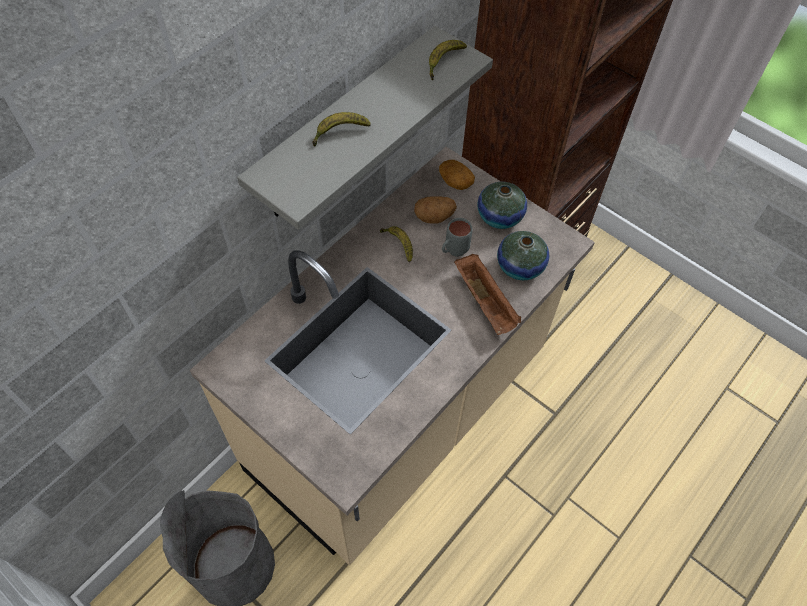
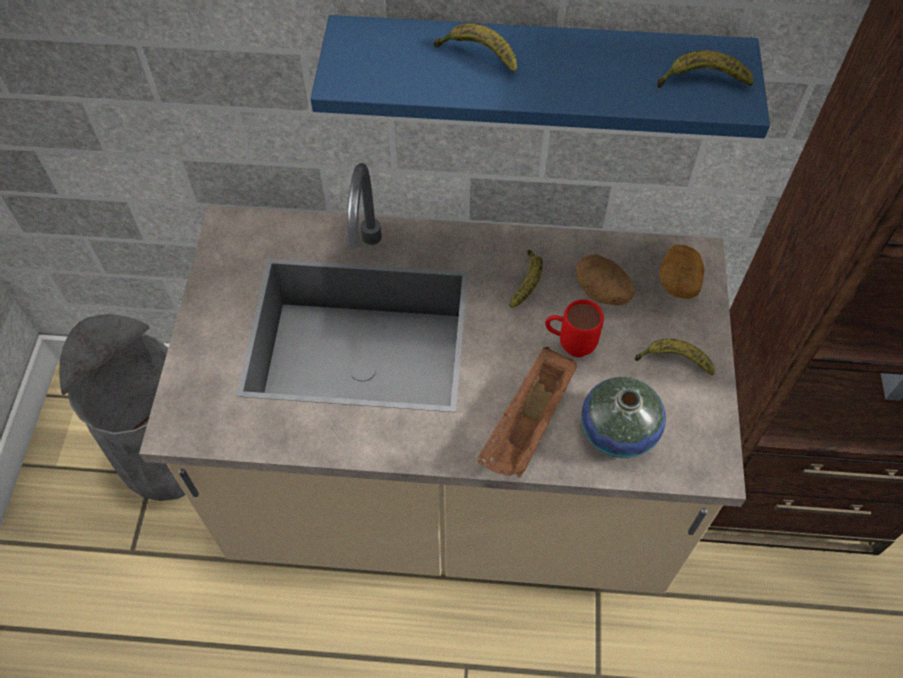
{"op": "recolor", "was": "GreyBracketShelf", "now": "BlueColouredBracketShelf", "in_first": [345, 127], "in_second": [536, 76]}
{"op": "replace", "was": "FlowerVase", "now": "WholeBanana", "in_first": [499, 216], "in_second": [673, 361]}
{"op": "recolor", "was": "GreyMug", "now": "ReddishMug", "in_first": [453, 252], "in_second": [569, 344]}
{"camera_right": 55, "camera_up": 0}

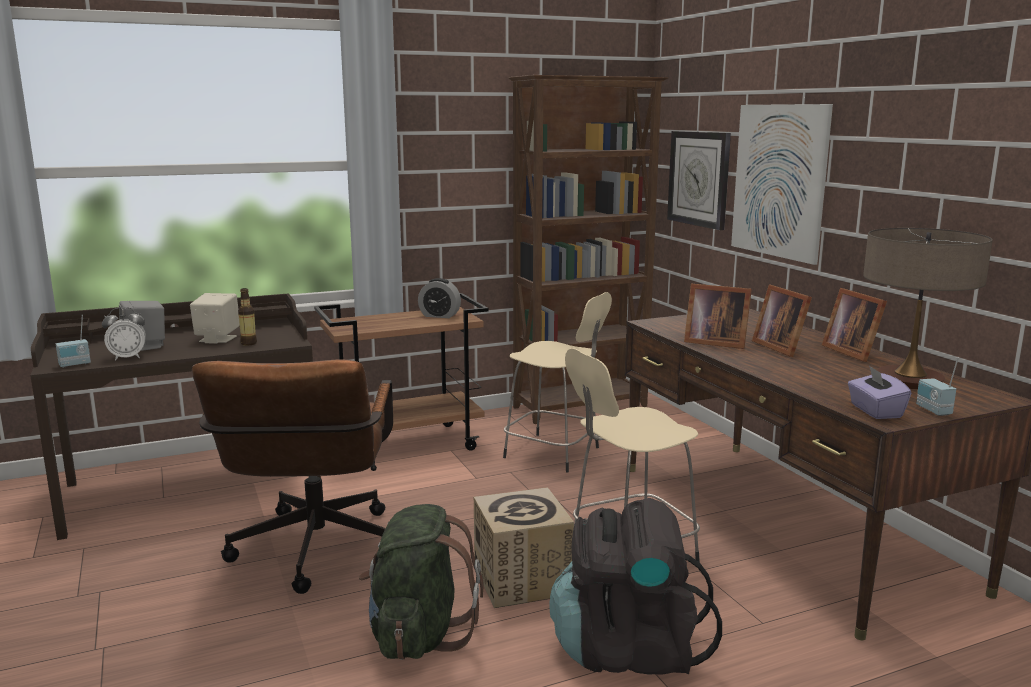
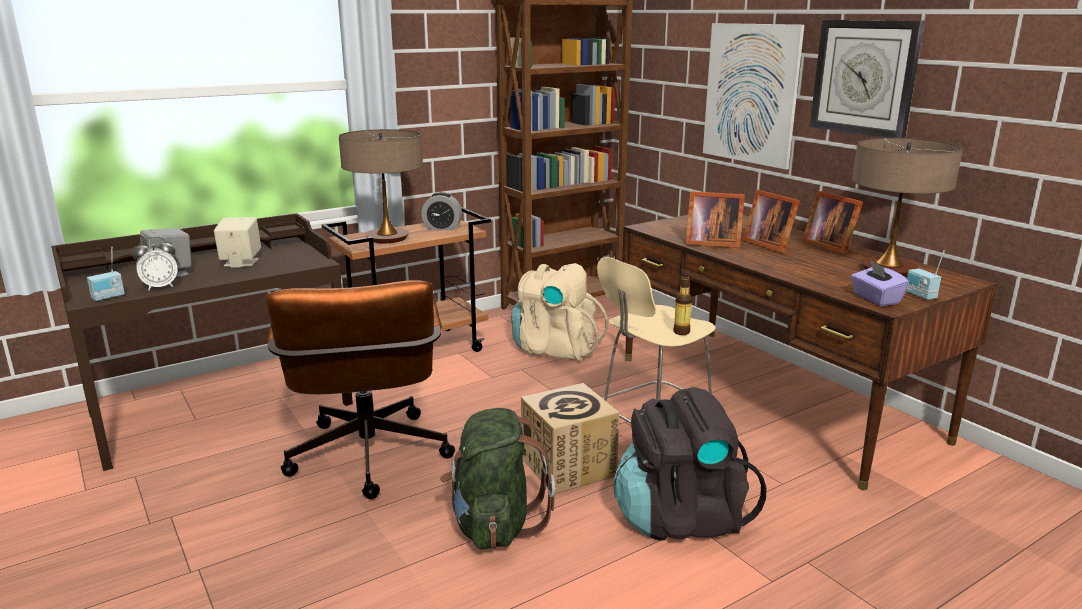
{"op": "move", "was": "HangingClock", "in_first": [699, 178], "in_second": [864, 77]}
{"op": "move", "was": "BeverageBottle", "in_first": [248, 343], "in_second": [681, 332]}
{"op": "replace", "was": "SandColouredStoolSeat", "now": "SandColouredKnapsack", "in_first": [555, 453], "in_second": [555, 349]}
{"op": "insert", "now": "TabletopLamp", "in_second": [387, 238]}
{"camera_right": -10, "camera_up": 5}

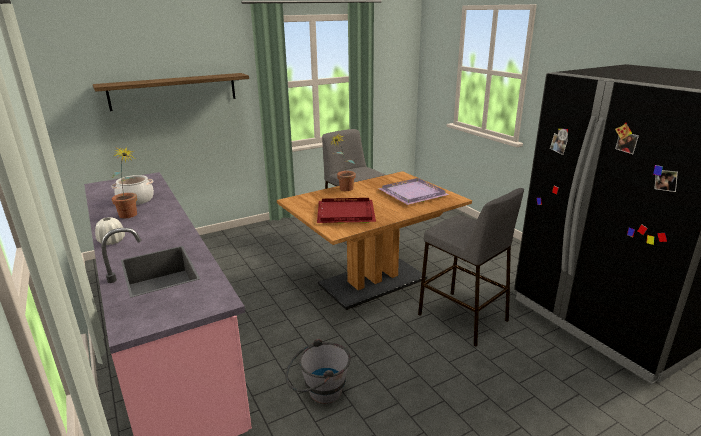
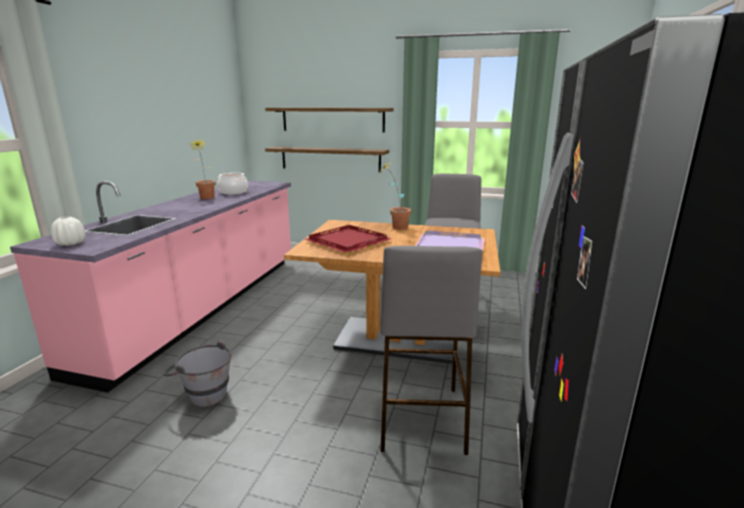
{"op": "move", "was": "WhiteFlowerVase", "in_first": [112, 241], "in_second": [70, 243]}
{"op": "insert", "now": "BracketShelf", "in_second": [330, 159]}
{"camera_right": 45, "camera_up": -5}

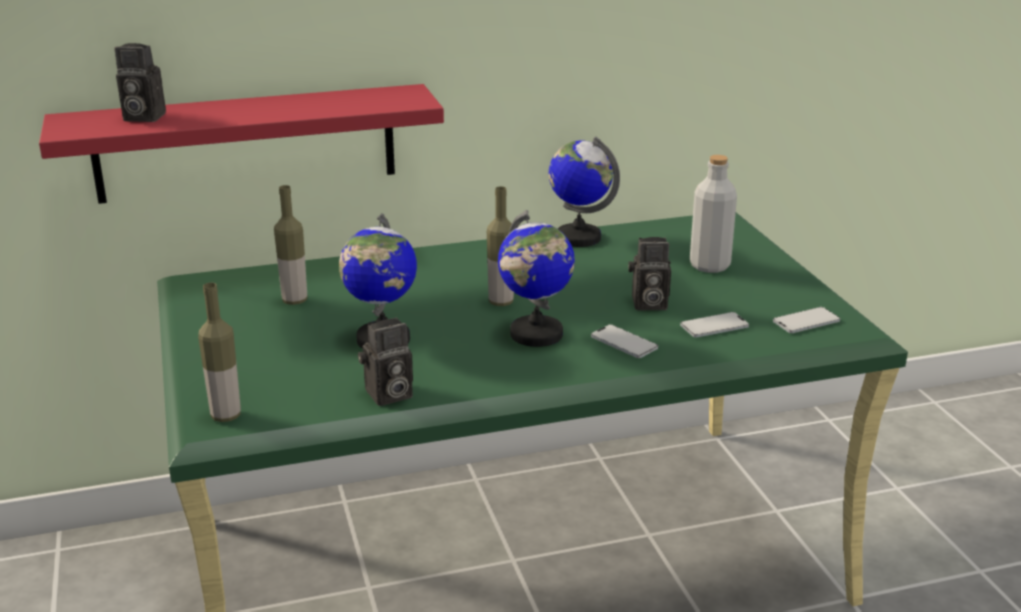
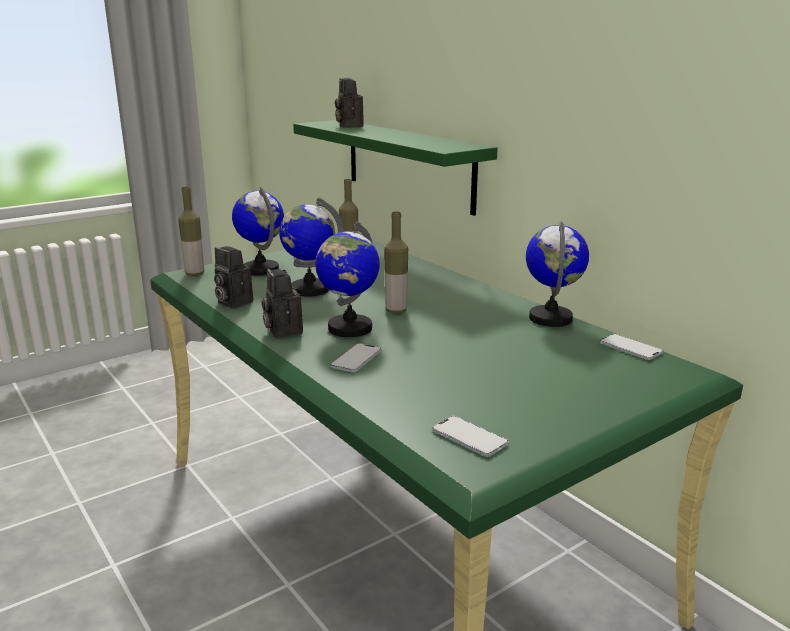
{"op": "recolor", "was": "ReddishBracketShelf", "now": "GreenColouredBracketShelf", "in_first": [246, 143], "in_second": [408, 164]}
{"op": "delete", "was": "GreyBeverageBottle", "in_first": [709, 265]}
{"op": "move", "was": "PhotoCamera", "in_first": [647, 304], "in_second": [282, 331]}
{"op": "move", "was": "Handset", "in_first": [714, 326], "in_second": [630, 348]}
{"op": "insert", "now": "WorldGlobe", "in_second": [261, 270]}
{"camera_right": 70, "camera_up": -5}

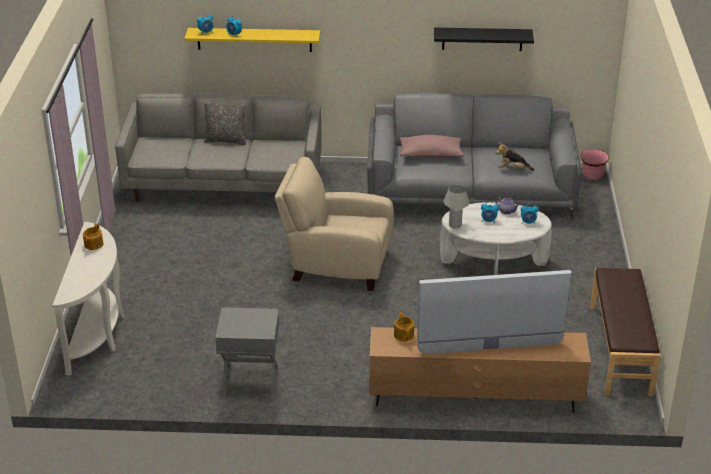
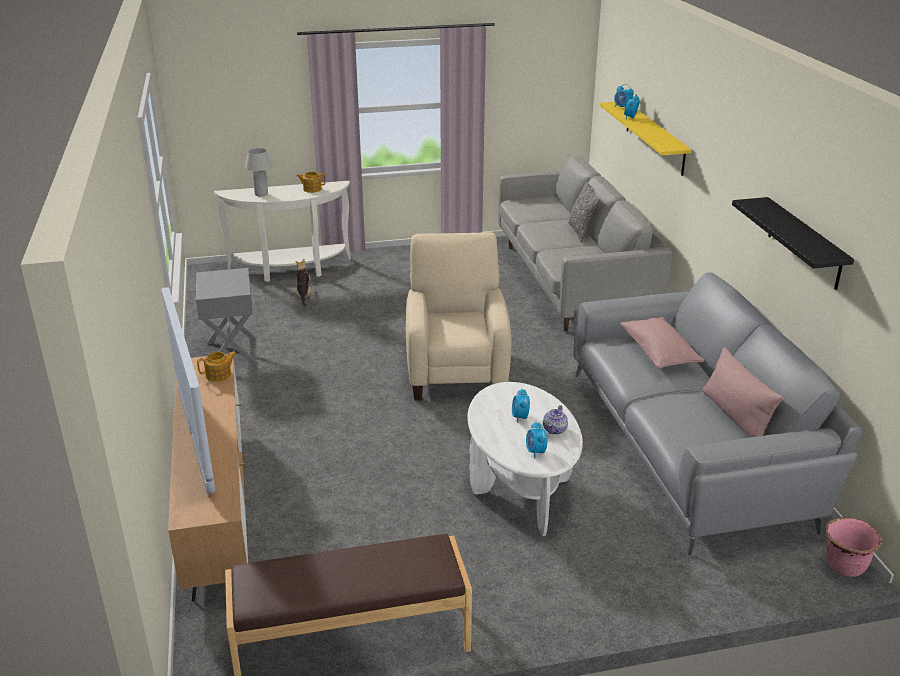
{"op": "move", "was": "CuddlyToy", "in_first": [513, 169], "in_second": [304, 296]}
{"op": "move", "was": "WhiteTabletopLamp", "in_first": [455, 225], "in_second": [261, 194]}
{"op": "insert", "now": "PinkColouredThrowPillow", "in_second": [735, 416]}
{"camera_right": 75, "camera_up": -5}

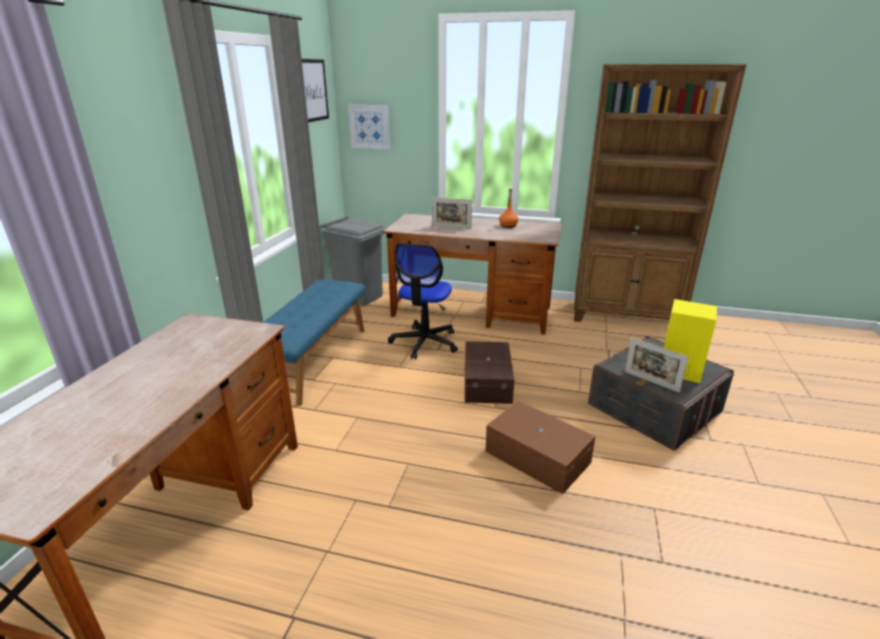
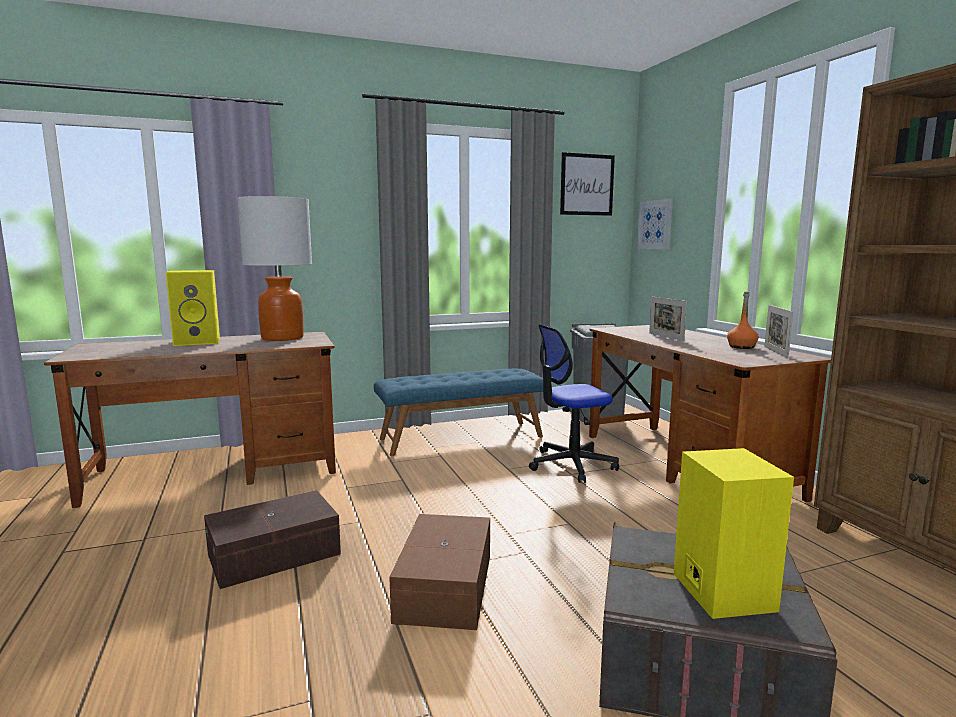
{"op": "move", "was": "PhotoFrame", "in_first": [651, 381], "in_second": [775, 352]}
{"op": "move", "was": "BrownishStorageBin", "in_first": [488, 382], "in_second": [276, 555]}
{"op": "insert", "now": "TabletopLamp", "in_second": [282, 338]}
{"op": "insert", "now": "YellowLoudspeaker", "in_second": [198, 341]}
{"camera_right": 55, "camera_up": -15}

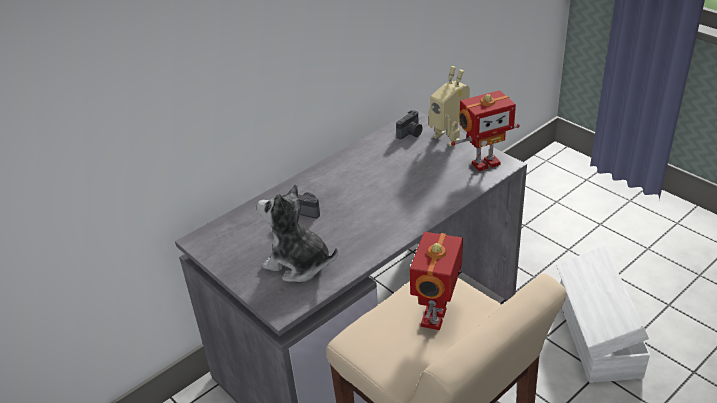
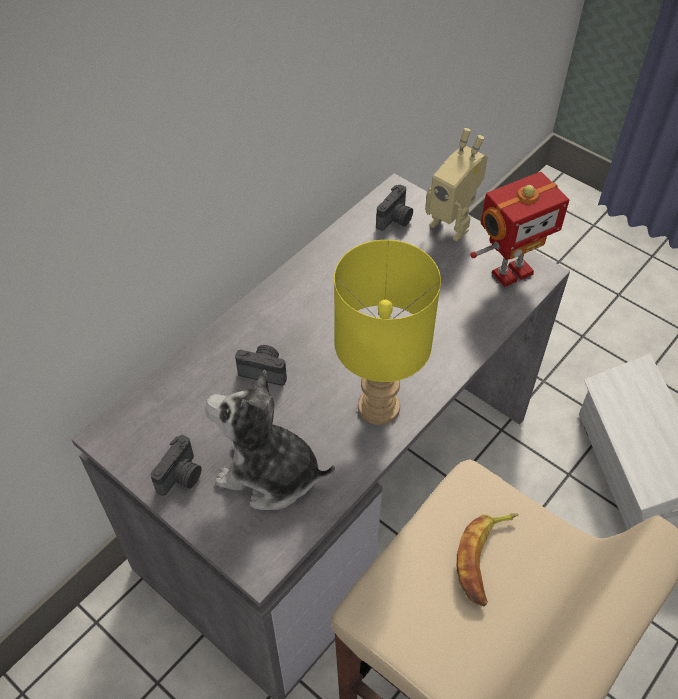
{"op": "replace", "was": "ModelRobot", "now": "WholeBanana", "in_first": [436, 318], "in_second": [485, 559]}
{"op": "insert", "now": "YellowTabletopLamp", "in_second": [380, 408]}
{"op": "insert", "now": "PhotoCamera", "in_second": [181, 476]}
{"camera_right": -10, "camera_up": 15}

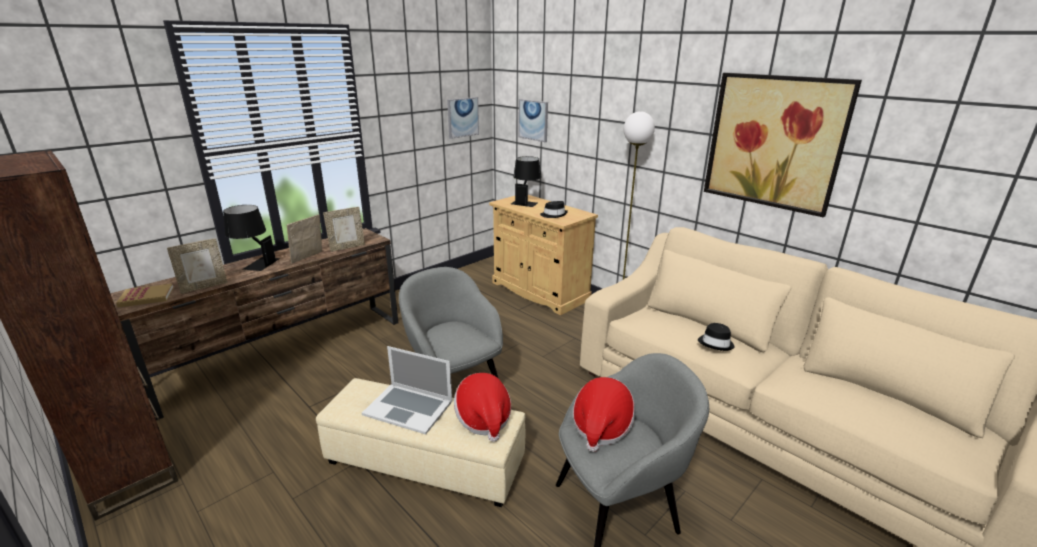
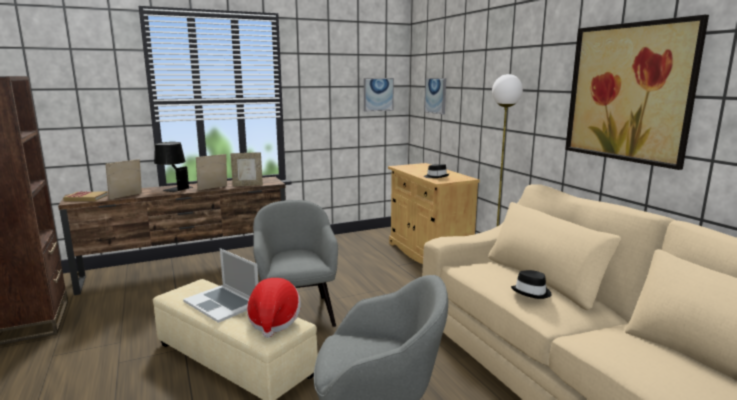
{"op": "delete", "was": "BlackColouredTabletopLamp", "in_first": [526, 202]}
{"op": "rotate", "was": "PhotoFrame", "in_first": [204, 287], "in_second": [126, 196], "clockwise": 150}
{"op": "delete", "was": "ClothingHat", "in_first": [601, 427]}
{"camera_right": 20, "camera_up": -10}

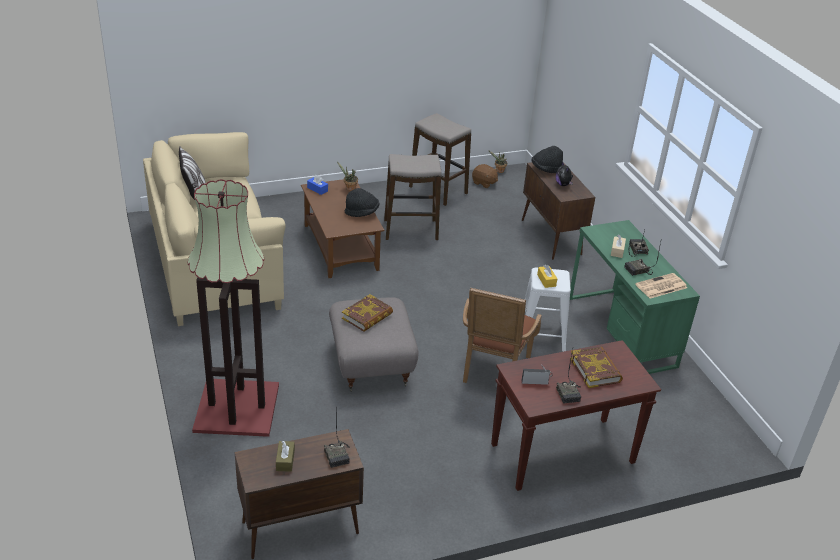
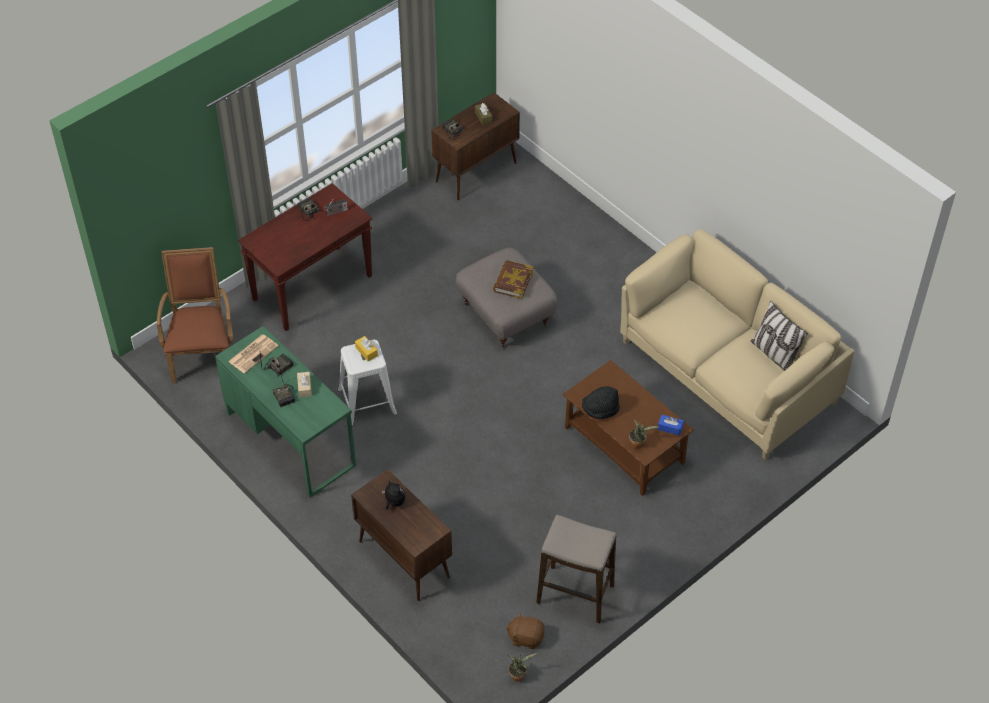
{"op": "delete", "was": "BlackColouredClothingHat", "in_first": [546, 169]}
{"op": "delete", "was": "StoolSeat", "in_first": [410, 230]}
{"op": "delete", "was": "FloorLamp", "in_first": [236, 407]}
{"op": "move", "was": "BrownishLoungeChair", "in_first": [493, 371], "in_second": [202, 353]}
{"op": "delete", "was": "Volume", "in_first": [595, 370]}
{"camera_right": 160, "camera_up": 15}

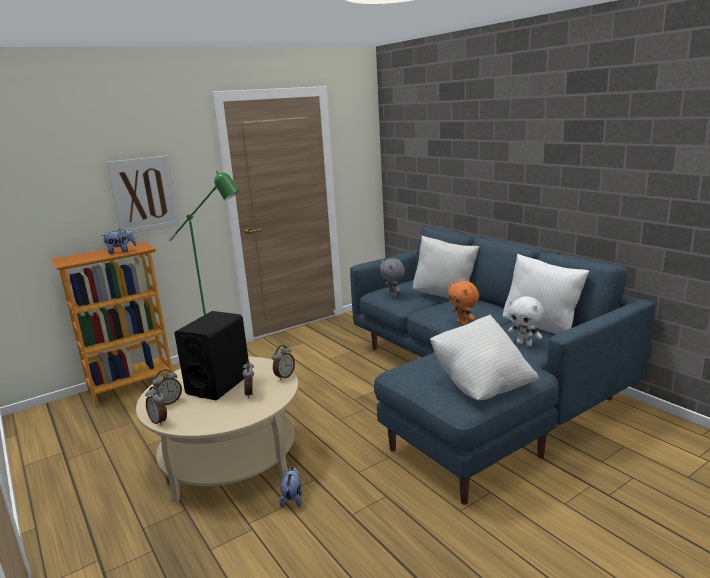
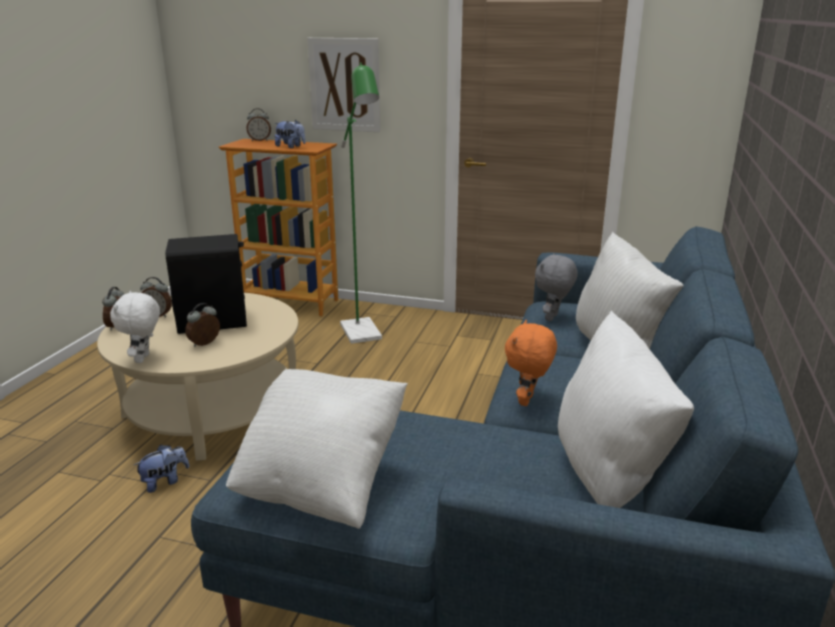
{"op": "move", "was": "WhiteCuddlyToy", "in_first": [524, 344], "in_second": [143, 359]}
{"op": "move", "was": "AlarmClock", "in_first": [284, 376], "in_second": [260, 140]}
{"camera_right": 50, "camera_up": 5}

